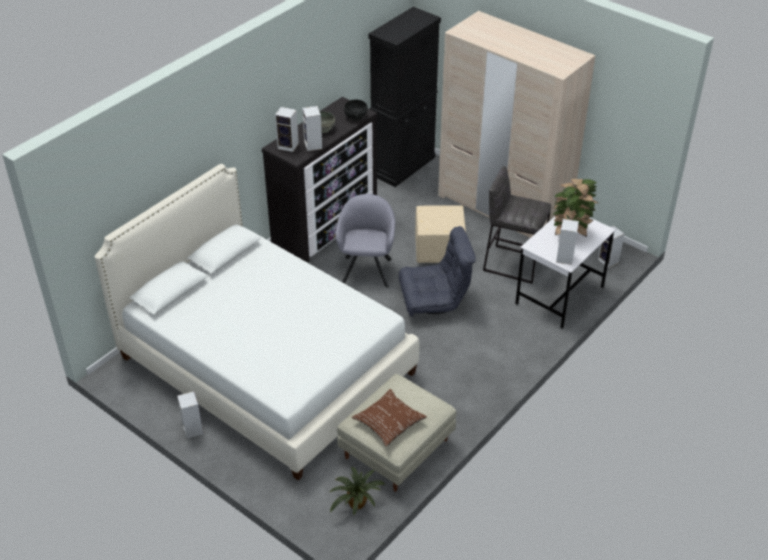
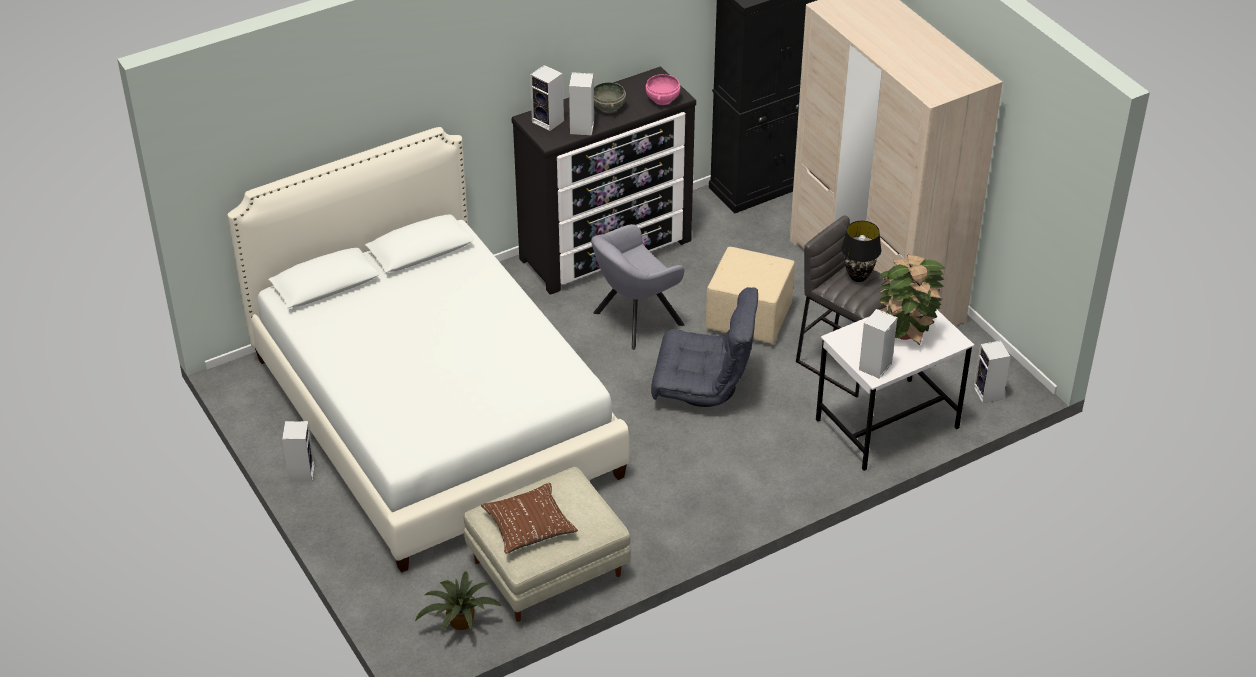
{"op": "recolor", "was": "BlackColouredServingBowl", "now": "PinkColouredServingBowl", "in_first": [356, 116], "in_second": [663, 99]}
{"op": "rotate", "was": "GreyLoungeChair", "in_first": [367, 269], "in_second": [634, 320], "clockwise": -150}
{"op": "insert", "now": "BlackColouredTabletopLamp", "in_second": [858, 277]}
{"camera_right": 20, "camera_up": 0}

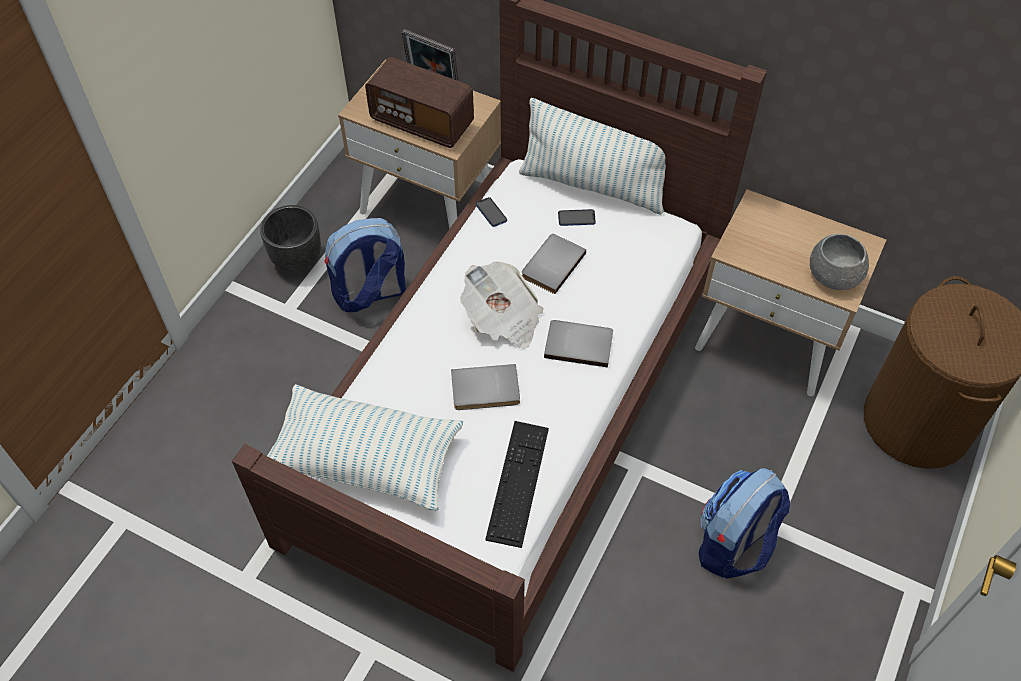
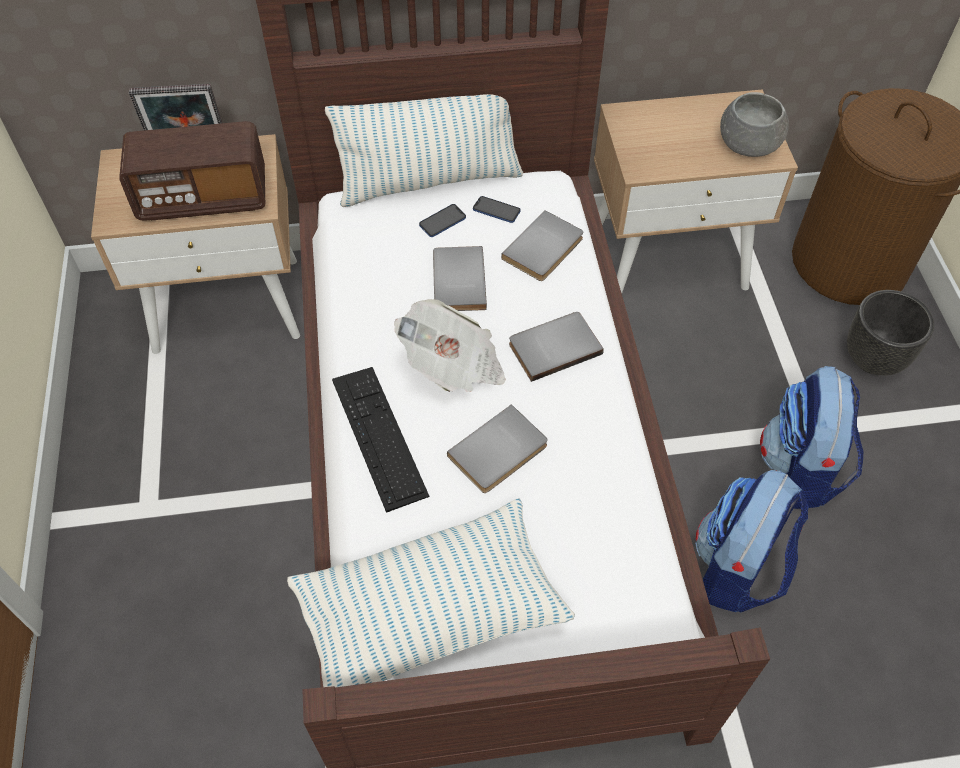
{"op": "move", "was": "Handset", "in_first": [491, 213], "in_second": [496, 210]}
{"op": "move", "was": "BlackColouredPlantPot", "in_first": [298, 261], "in_second": [874, 359]}
{"op": "move", "was": "Knapsack", "in_first": [370, 294], "in_second": [737, 569]}
{"op": "move", "was": "PcKeyboard", "in_first": [518, 482], "in_second": [379, 436]}
{"op": "insert", "now": "GreyVolume", "in_second": [545, 249]}
{"camera_right": -35, "camera_up": 0}

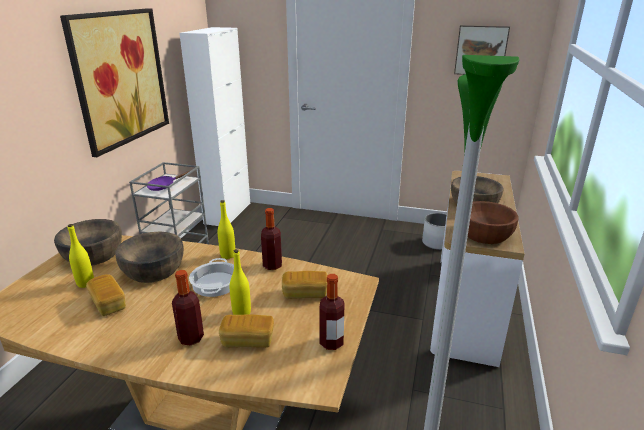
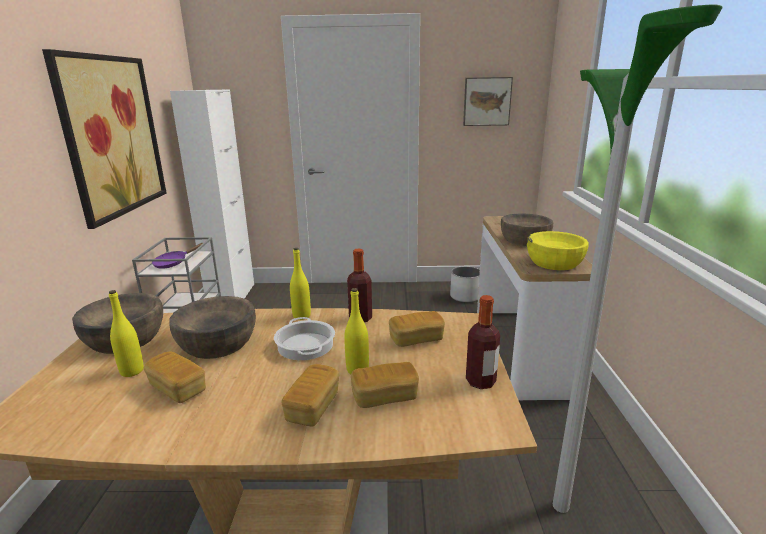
{"op": "recolor", "was": "BrownishServingBowl", "now": "YellowServingBowl", "in_first": [484, 234], "in_second": [554, 262]}
{"op": "replace", "was": "BeverageBottle", "now": "BakeryBread", "in_first": [191, 338], "in_second": [313, 407]}
{"camera_right": -15, "camera_up": -5}

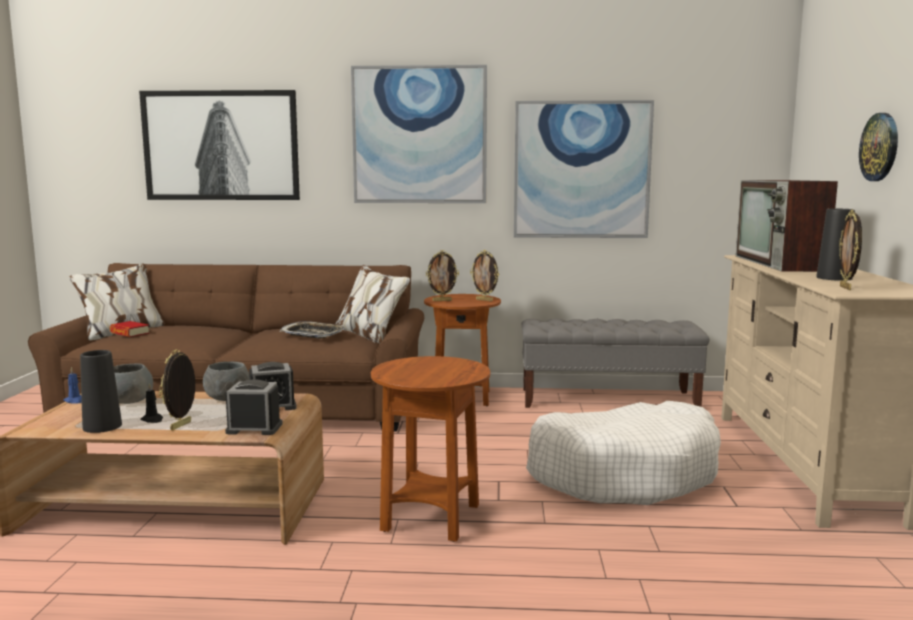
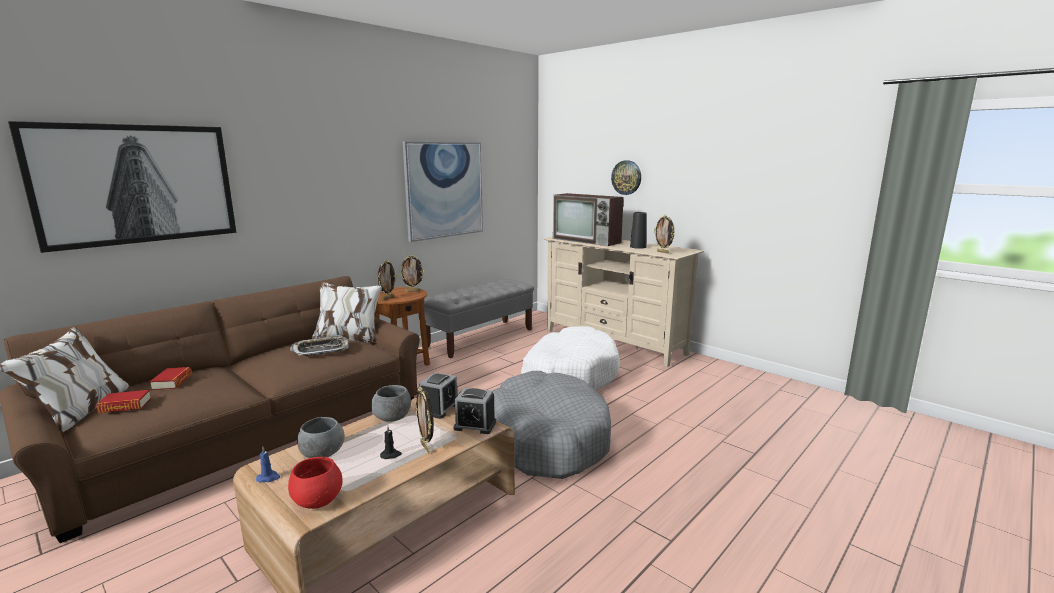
{"op": "delete", "was": "WallPicture", "in_first": [419, 135]}
{"op": "delete", "was": "BlackColouredFlowerVase", "in_first": [102, 426]}
{"op": "replace", "was": "BrownishSideTable", "now": "GreyDogCushion", "in_first": [431, 519], "in_second": [546, 439]}
{"op": "rotate", "was": "AlarmClock", "in_first": [254, 428], "in_second": [475, 425], "clockwise": -120}
{"op": "insert", "now": "Volume", "in_second": [172, 382]}
{"op": "insert", "now": "ReddishServingBowl", "in_second": [318, 500]}
{"camera_right": -50, "camera_up": 5}

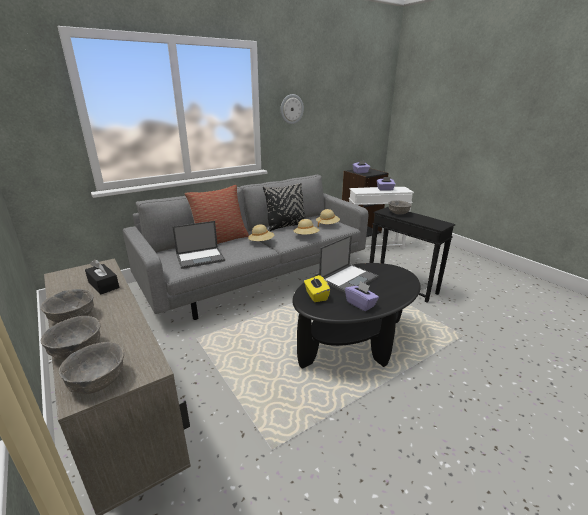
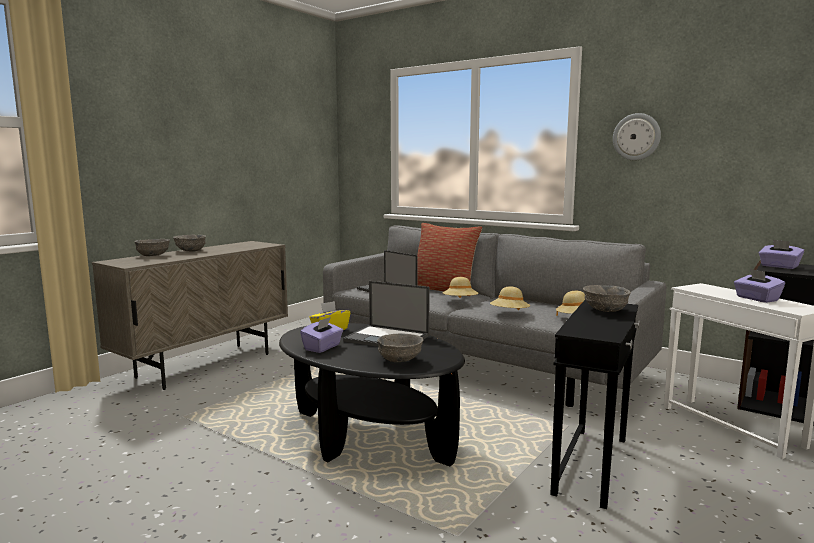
{"op": "delete", "was": "BlackColouredThrowPillow", "in_first": [286, 226]}
{"op": "delete", "was": "BlackColouredTissueHolder", "in_first": [103, 285]}
{"op": "move", "was": "GreyServingBowl", "in_first": [98, 382], "in_second": [399, 360]}
{"camera_right": 70, "camera_up": -15}

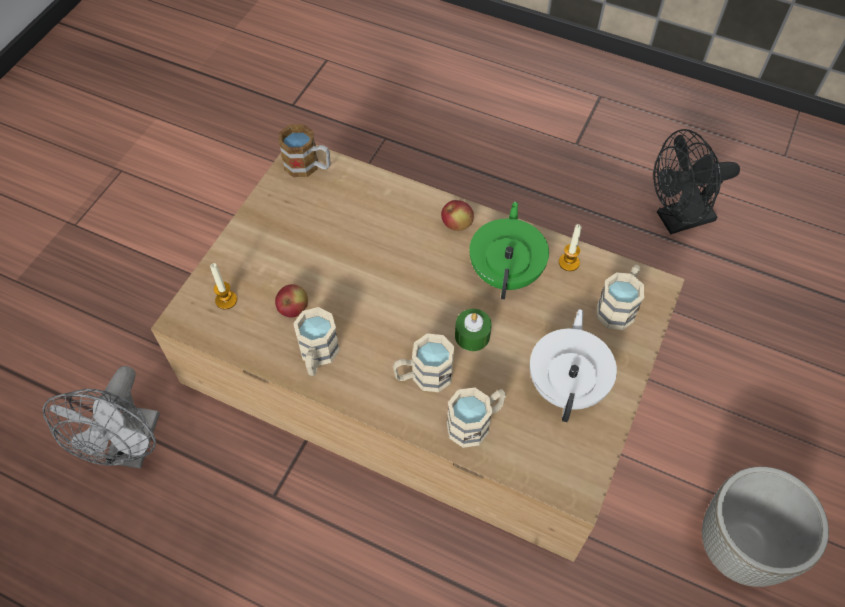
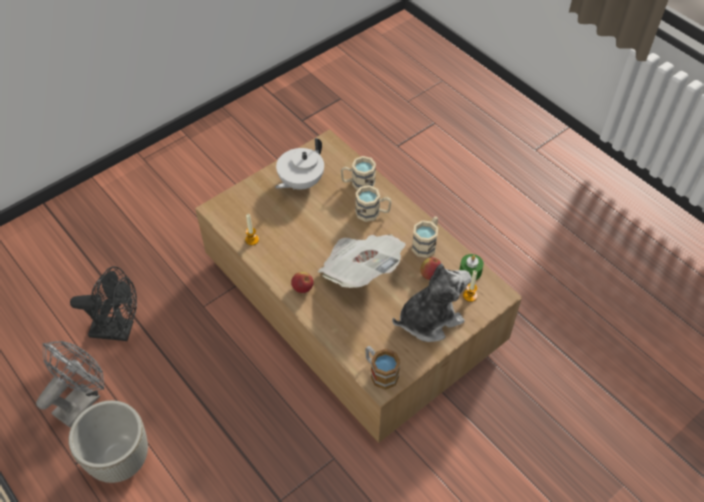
{"op": "delete", "was": "GreenColouredTeaPot", "in_first": [506, 272]}
{"op": "delete", "was": "SandColouredMug", "in_first": [618, 306]}
{"op": "move", "was": "GreenColouredCandle", "in_first": [472, 335], "in_second": [470, 271]}
{"op": "move", "was": "GreyElectricFan", "in_first": [131, 449], "in_second": [82, 400]}
{"op": "move", "was": "GreyPlantPot", "in_first": [739, 548], "in_second": [121, 459]}
{"op": "insert", "now": "PrintedPaper", "in_second": [360, 271]}
{"op": "insert", "now": "CuddlyToy", "in_second": [429, 319]}
{"camera_right": -155, "camera_up": -5}

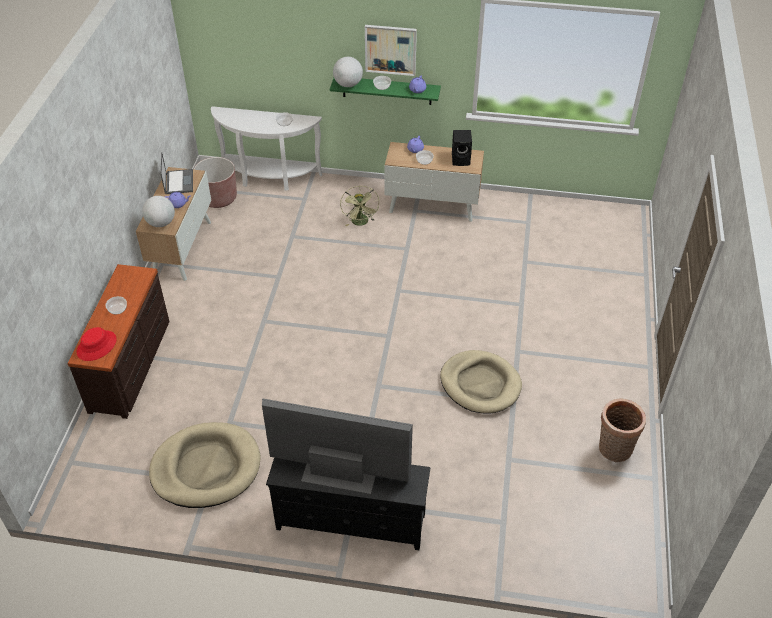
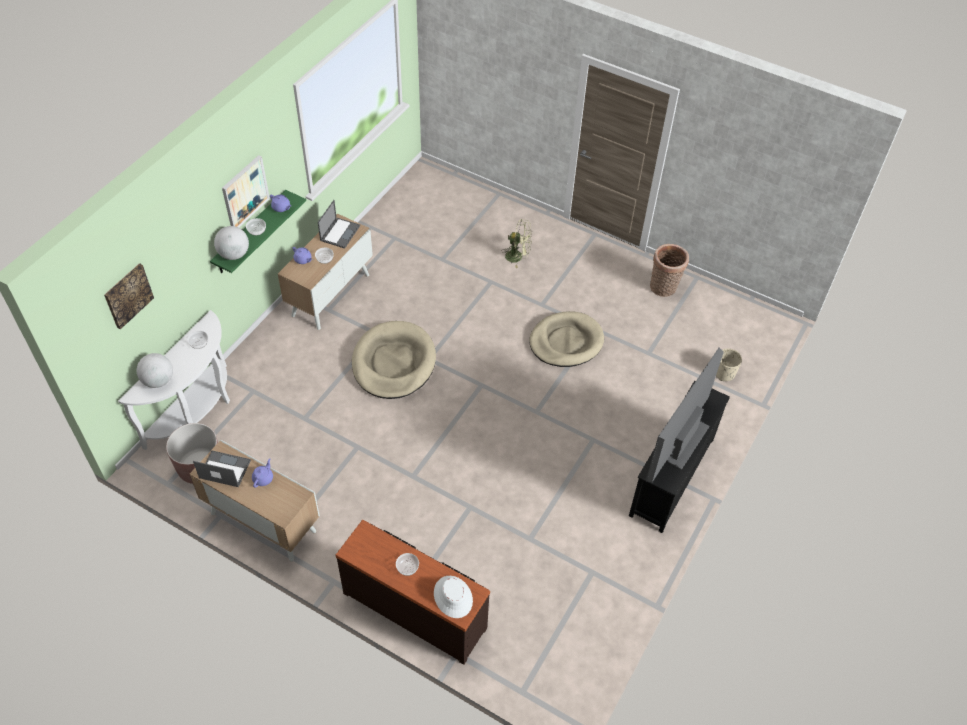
{"op": "replace", "was": "BlackColouredLoudspeaker", "now": "NotebookComputer", "in_first": [461, 159], "in_second": [340, 232]}
{"op": "move", "was": "GreenColouredElectricFan", "in_first": [361, 223], "in_second": [518, 257]}
{"op": "move", "was": "WorldGlobe", "in_first": [161, 223], "in_second": [158, 381]}
{"op": "recolor", "was": "ReddishClothingHat", "now": "WhiteClothingHat", "in_first": [97, 346], "in_second": [453, 597]}
{"op": "move", "was": "SandColouredDogCushion", "in_first": [206, 468], "in_second": [394, 363]}
{"op": "insert", "now": "WallPicture", "in_second": [128, 295]}
{"op": "insert", "now": "SandColouredPlantPot", "in_second": [724, 373]}
{"camera_right": -70, "camera_up": 5}

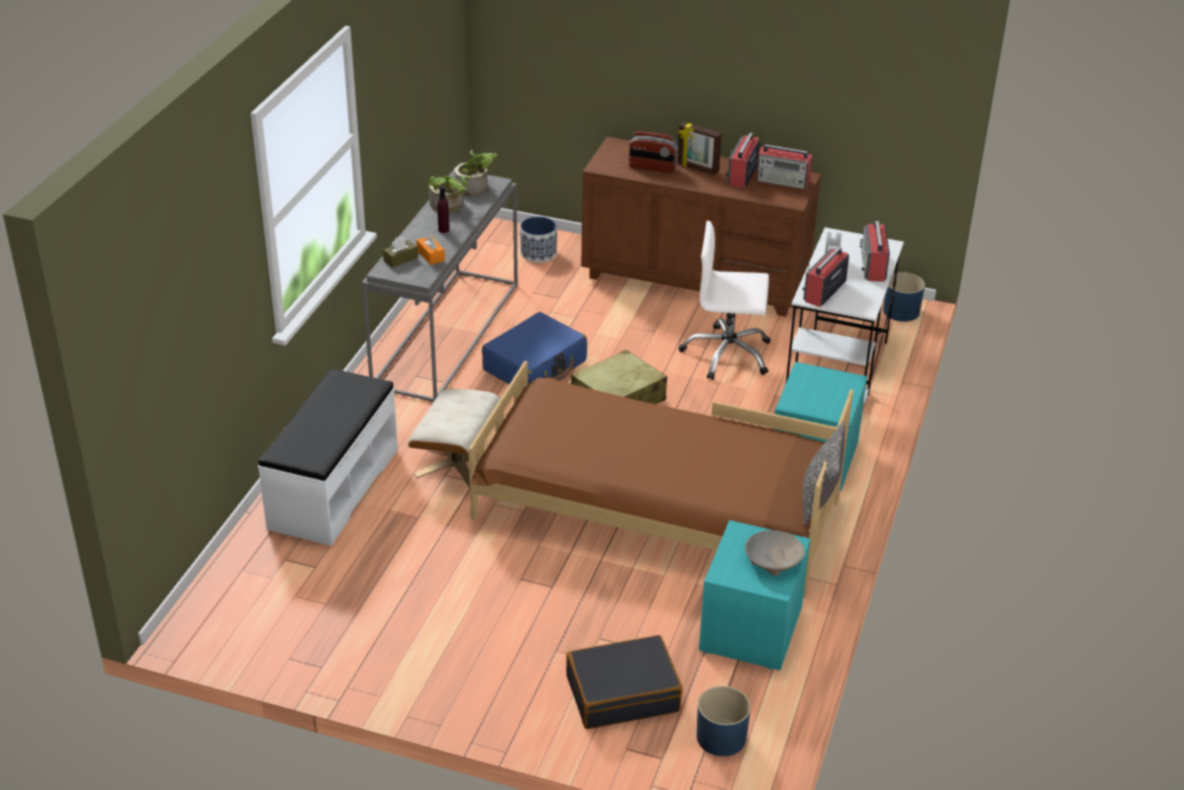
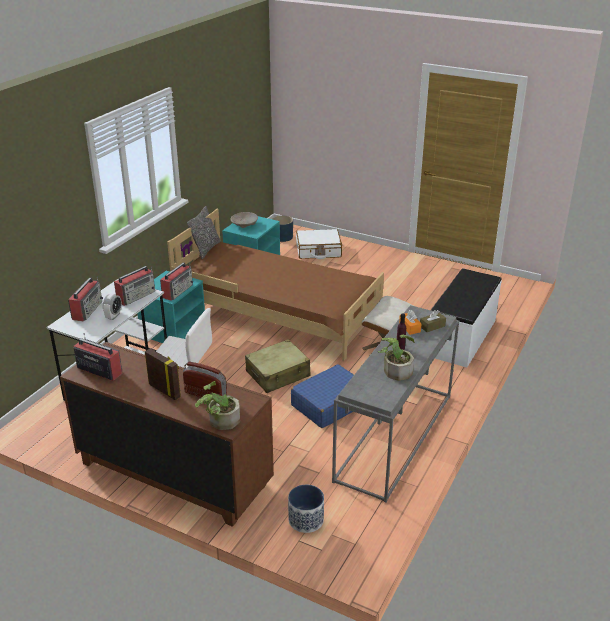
{"op": "move", "was": "RadioReceiver", "in_first": [742, 175], "in_second": [178, 291]}
{"op": "move", "was": "Houseplant", "in_first": [476, 186], "in_second": [220, 420]}
{"op": "delete", "was": "BlueColouredPlantPot", "in_first": [901, 311]}
{"op": "recolor", "was": "BlackColouredTravelCase", "now": "WhiteTravelCase", "in_first": [622, 693], "in_second": [318, 251]}
{"camera_right": -170, "camera_up": -5}

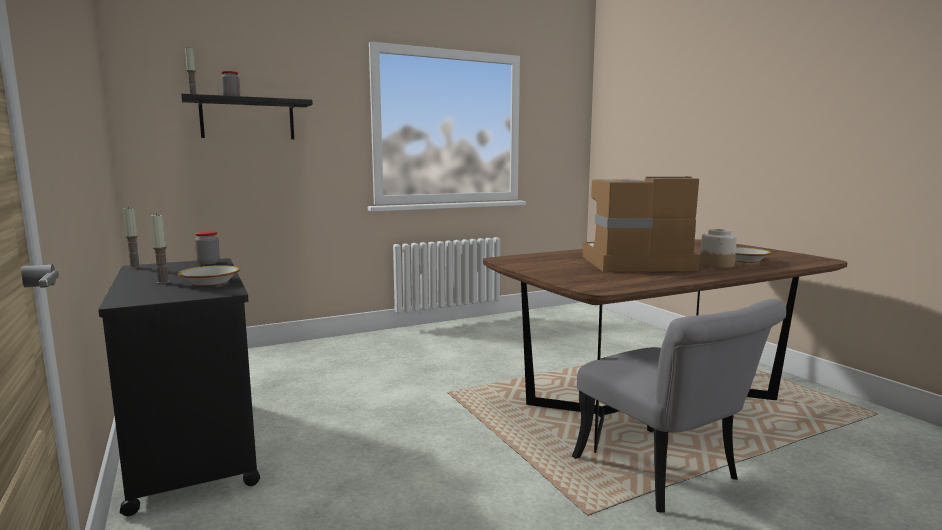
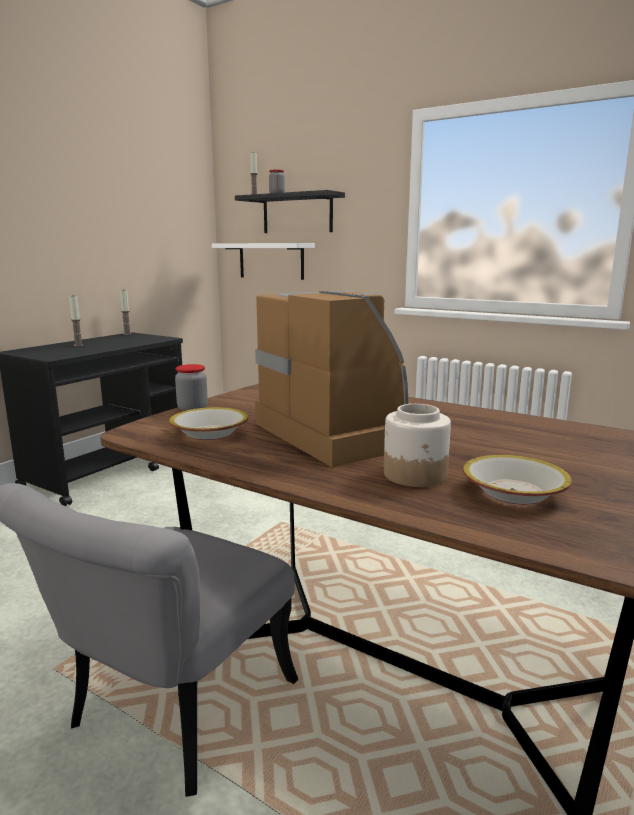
{"op": "move", "was": "Jar", "in_first": [208, 263], "in_second": [192, 409]}
{"op": "move", "was": "ServingBowl", "in_first": [210, 282], "in_second": [209, 433]}
{"op": "insert", "now": "WhiteBracketShelf", "in_second": [271, 261]}
{"camera_right": 60, "camera_up": 5}

